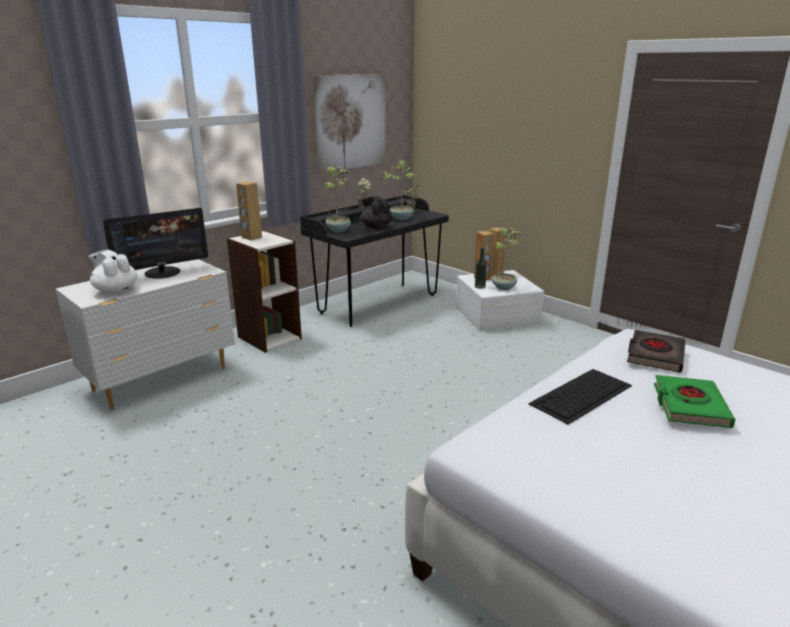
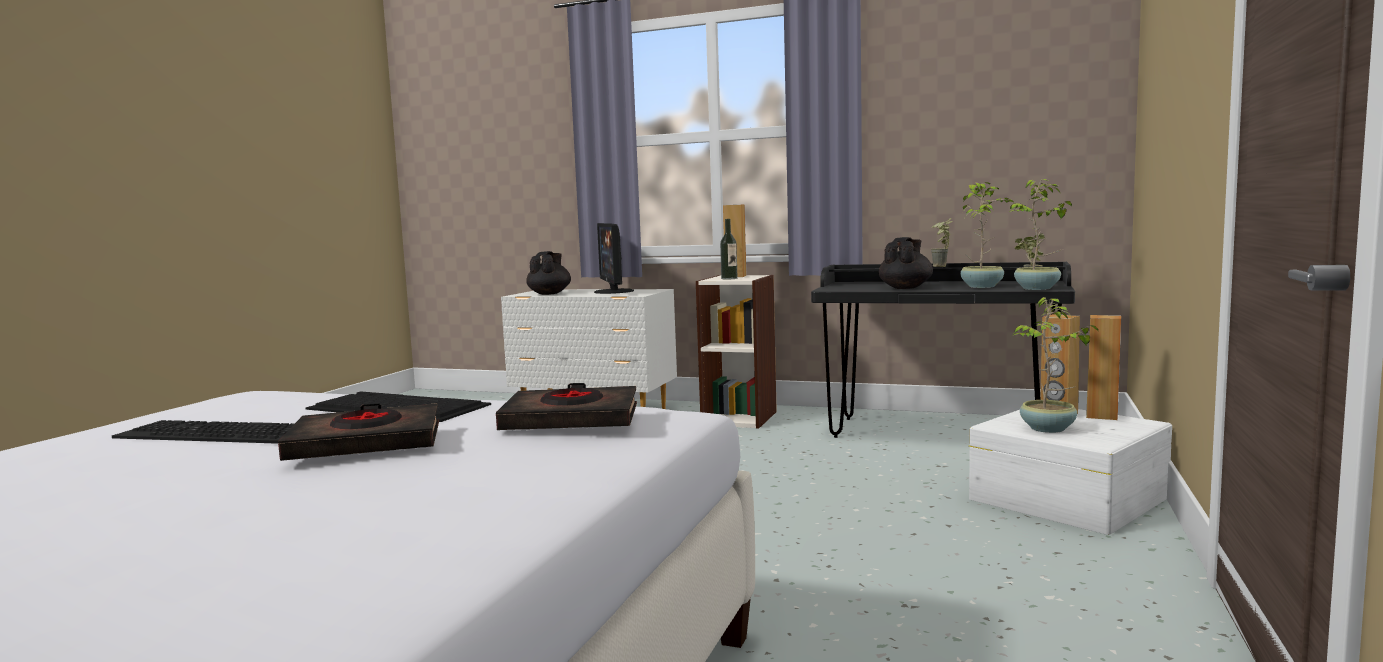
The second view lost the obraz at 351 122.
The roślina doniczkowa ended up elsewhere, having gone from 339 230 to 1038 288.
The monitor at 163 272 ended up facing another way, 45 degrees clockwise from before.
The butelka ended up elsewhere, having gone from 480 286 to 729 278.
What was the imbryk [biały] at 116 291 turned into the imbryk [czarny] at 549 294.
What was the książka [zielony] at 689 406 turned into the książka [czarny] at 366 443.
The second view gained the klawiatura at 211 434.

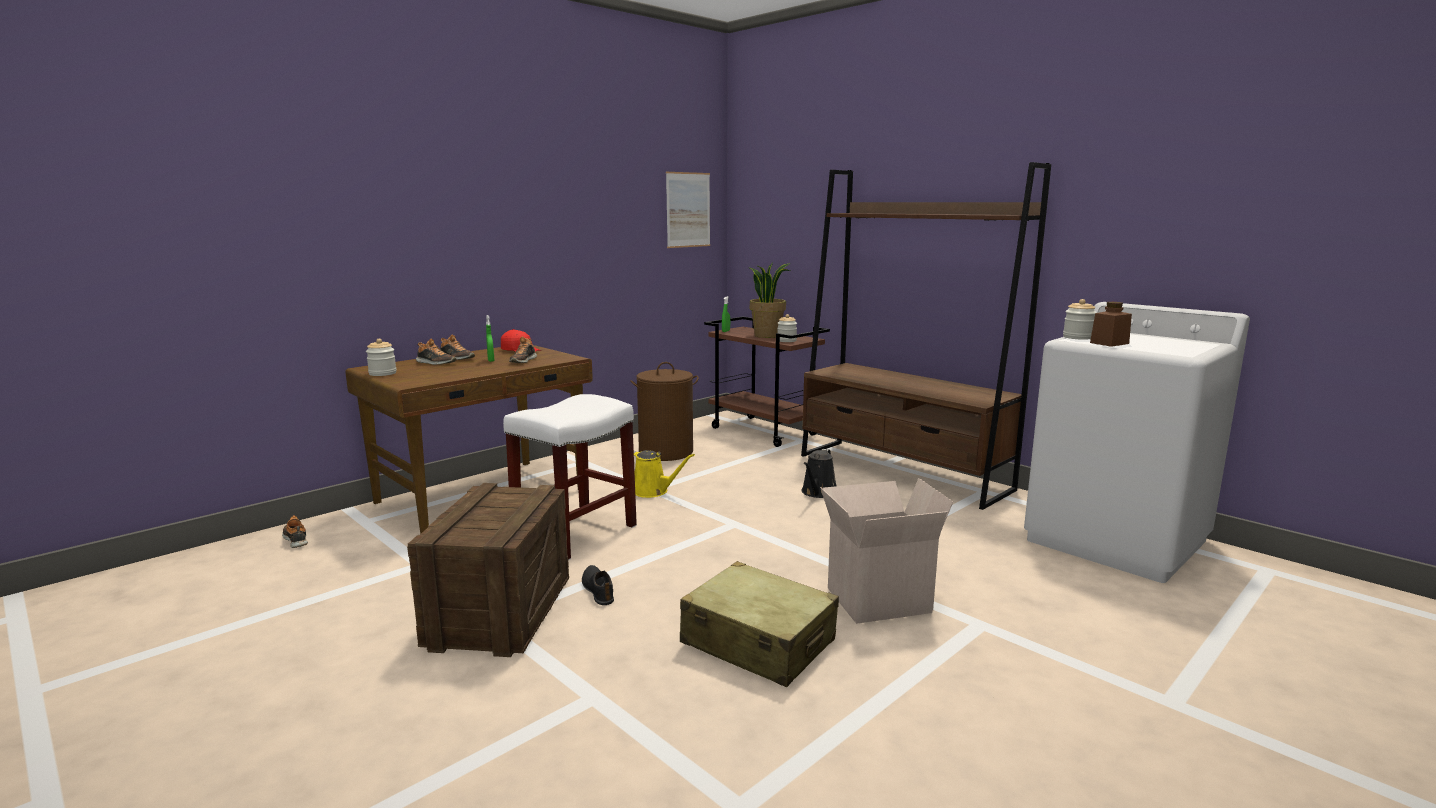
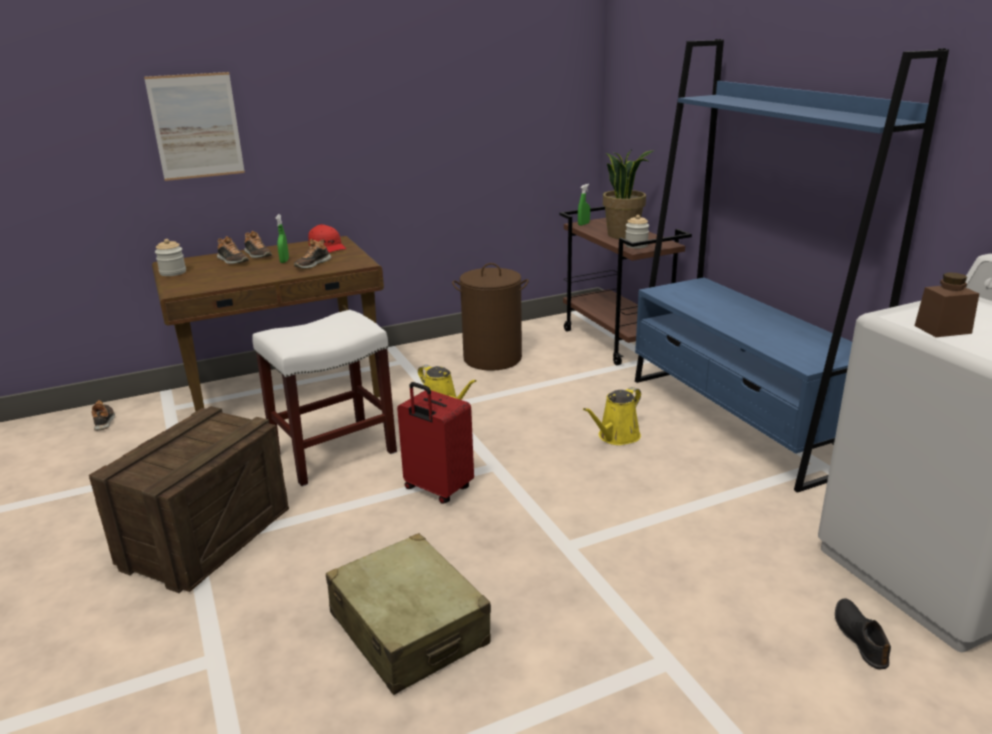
What was the regał [brązowy] at 902 472 turned into the regał [niebieski] at 737 421.
The obraz ended up elsewhere, having gone from 688 210 to 196 126.
The second view lost the słoik at 1077 337.
What was the konewka [czarny] at 818 492 turned into the konewka [żółty] at 616 437.
The second view lost the karton at 878 598.
The but [czarny] ended up elsewhere, having gone from 598 589 to 860 637.
The second view gained the walizka [czerwony] at 437 489.

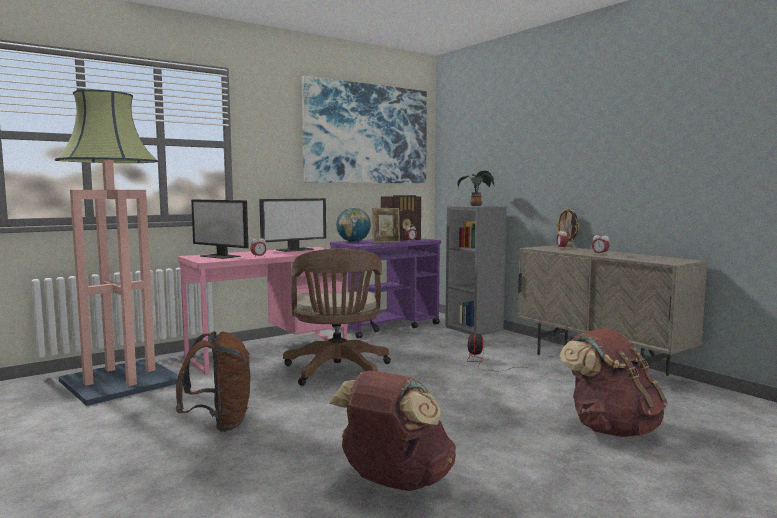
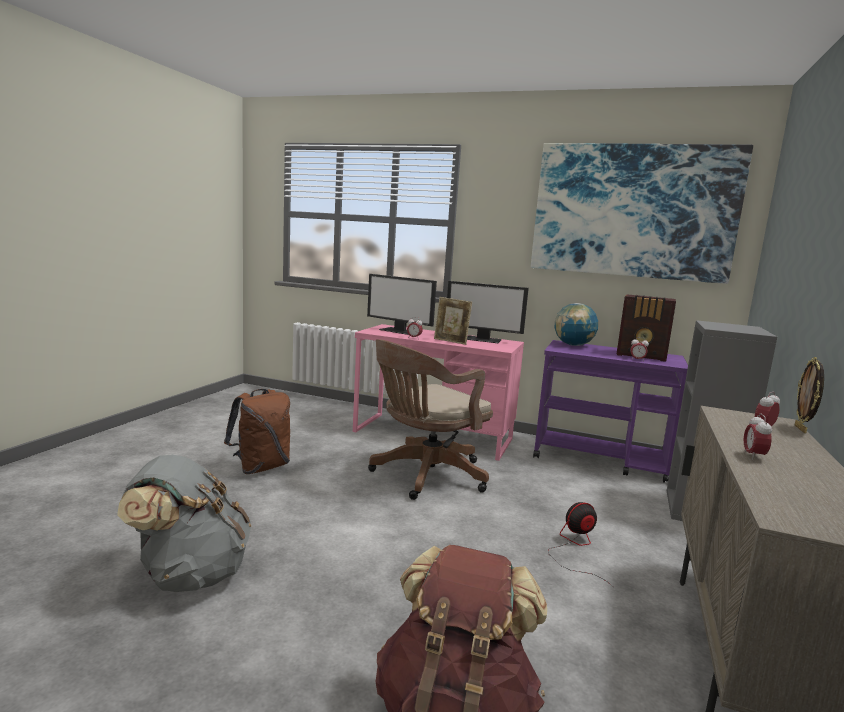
The second view lost the lampa stojąca at 121 381.
The second view lost the roślina doniczkowa at 476 206.
The monitor at 221 256 ended up facing another way, 60 degrees counterclockwise from before.
The ramka na zdjęcie ended up elsewhere, having gone from 386 242 to 451 341.
What was the plecak [brązowy] at 394 482 turned into the plecak [szary] at 190 574.

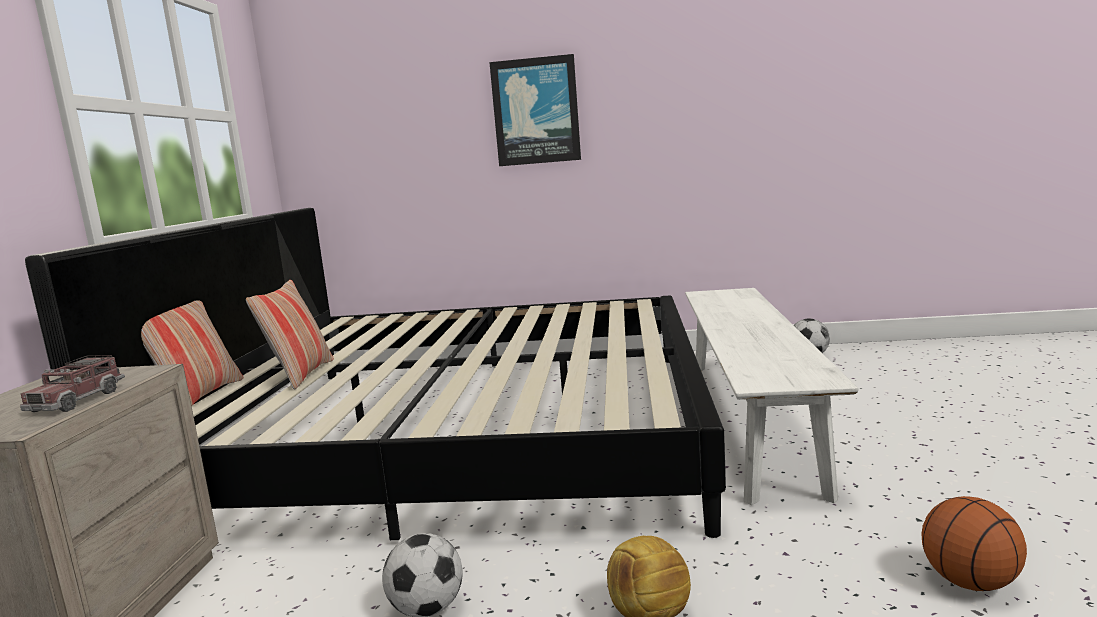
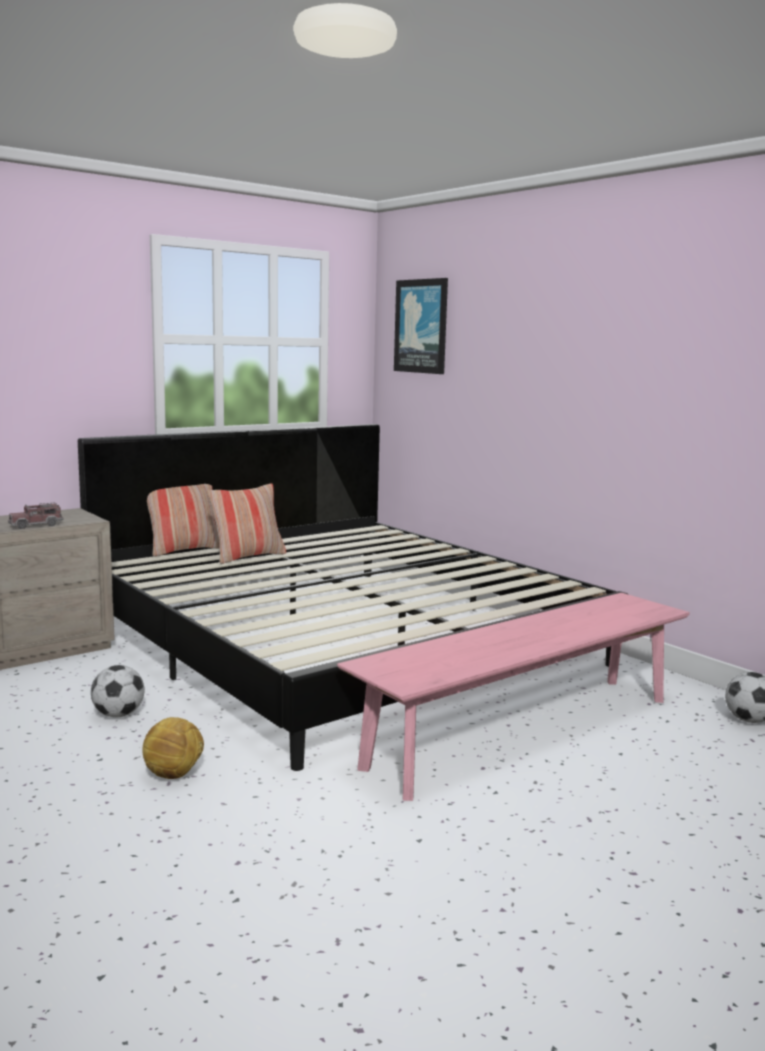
The obraz ended up elsewhere, having gone from 536 111 to 421 326.
What was the ławka [biały] at 749 419 turned into the ławka [różowy] at 525 731.
The second view lost the piłka do koszykówki at 970 582.

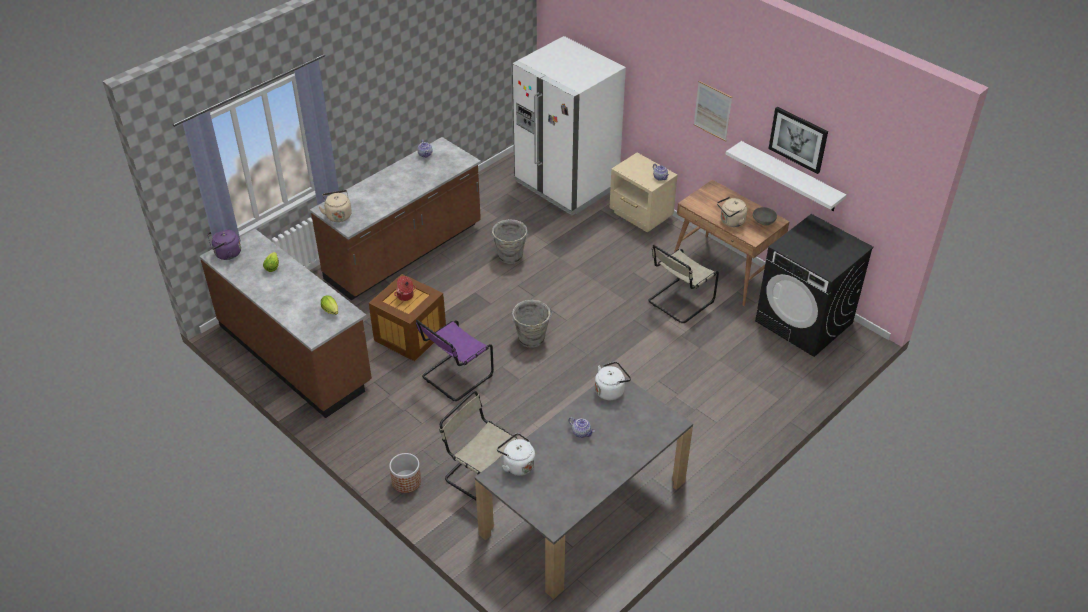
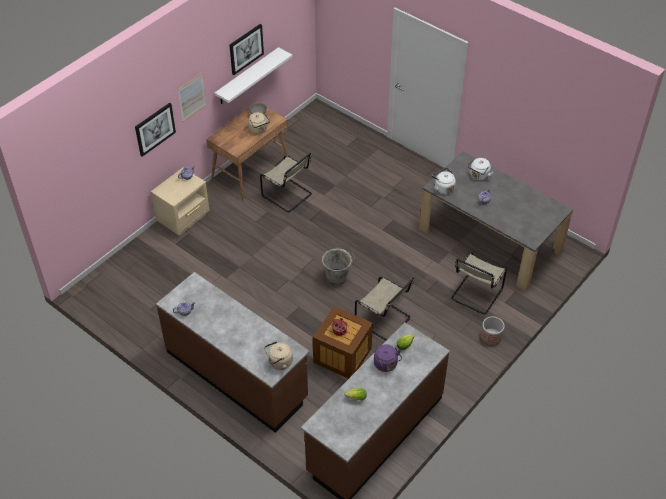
The second view lost the lodówka [biały] at 566 185.
The second view lost the pralka [czarny] at 804 322.
The second view lost the wiadro [szary] at 510 257.
The czajnik [fioletowy] ended up elsewhere, having gone from 226 254 to 386 365.
What was the krzesło [fioletowy] at 455 377 turned into the krzesło [beżowy] at 384 320.
The czajnik [biały] ended up elsewhere, having gone from 517 465 to 479 176.
The second view gained the obraz at 155 129.

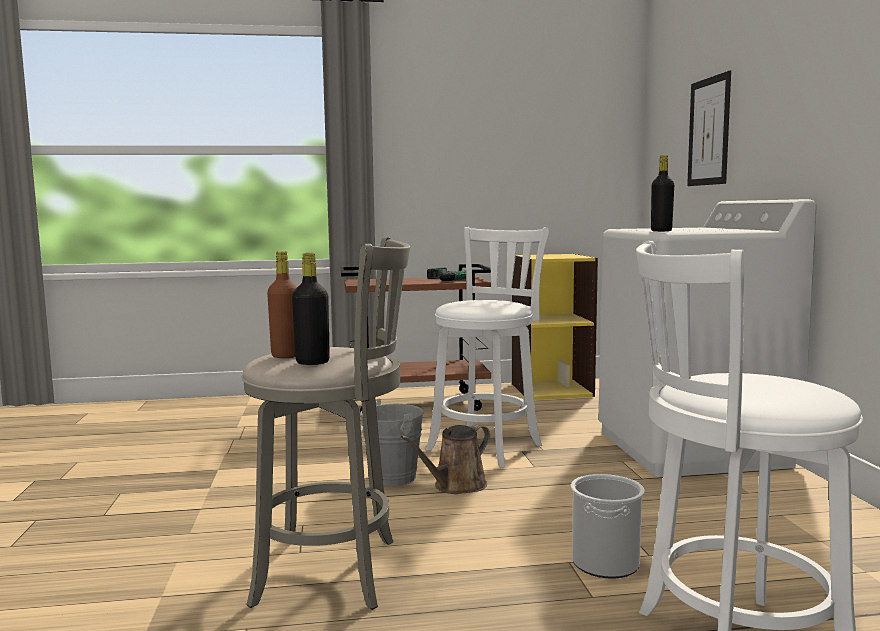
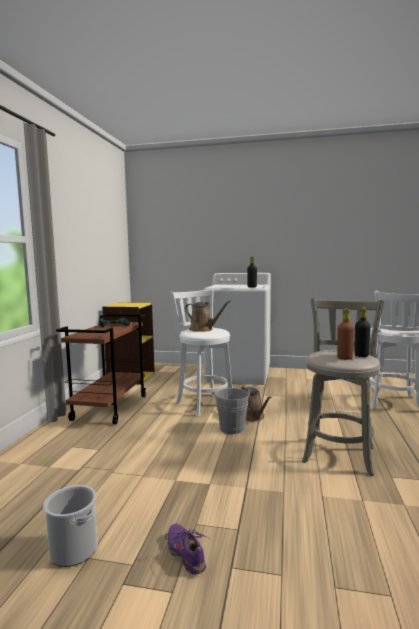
The second view lost the obraz at 709 131.
The wiadro ended up elsewhere, having gone from 605 563 to 74 550.
The second view gained the konewka [brązowy] at 203 329.
The second view gained the but [fioletowy] at 186 553.

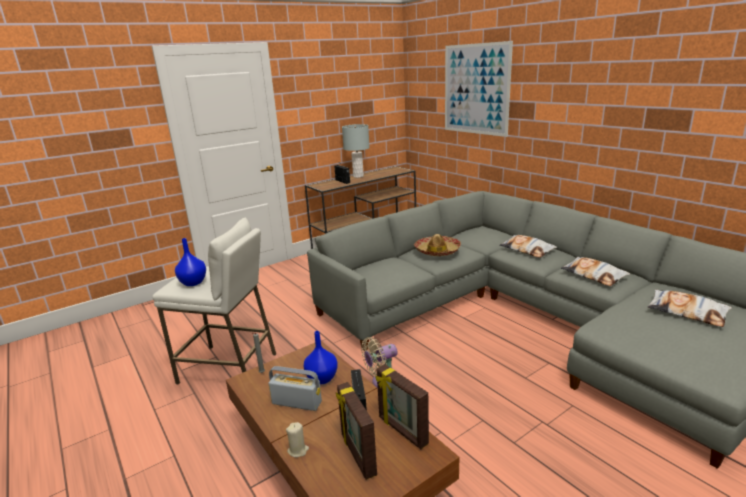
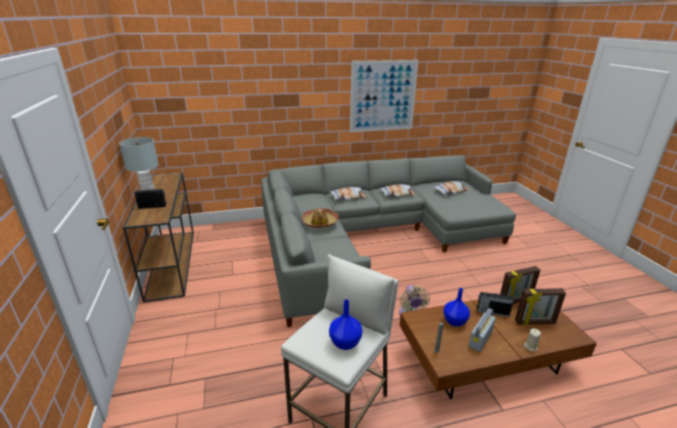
The obraz ended up elsewhere, having gone from 475 89 to 383 96.

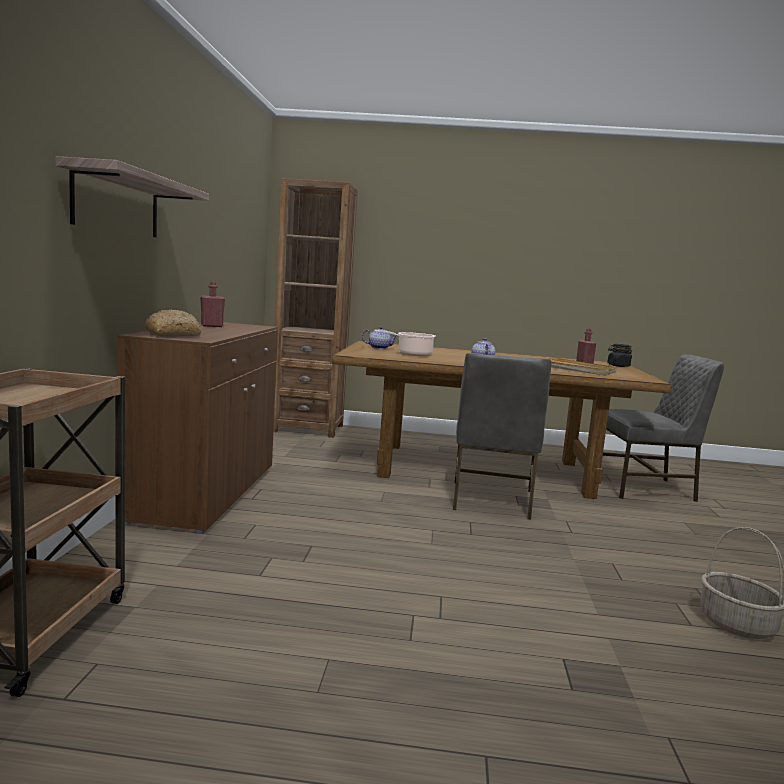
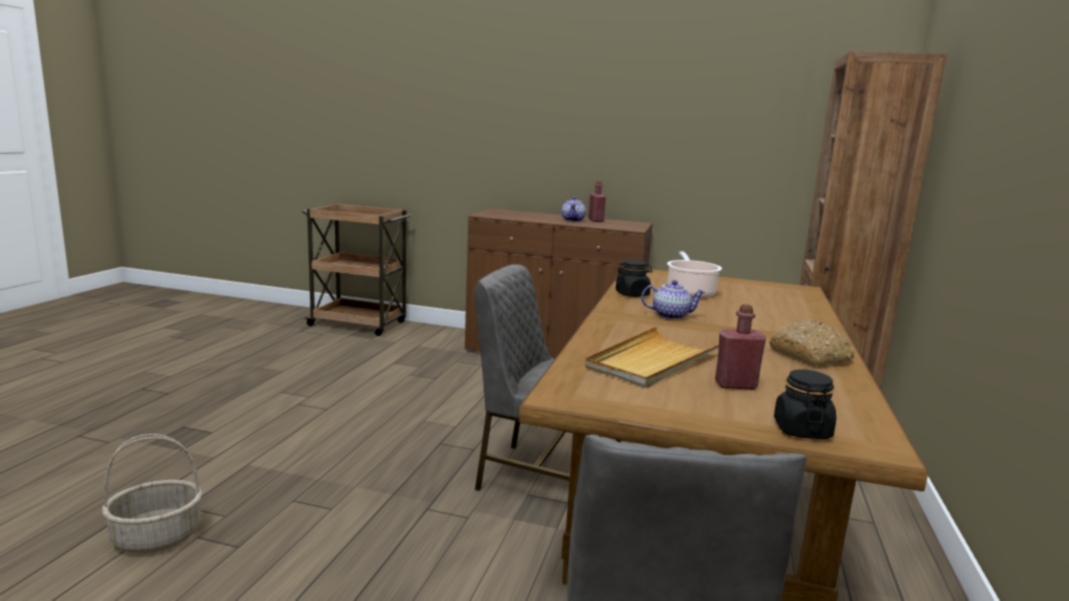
The second view lost the półka at 117 204.
The chleb ended up elsewhere, having gone from 173 335 to 810 356.
The imbryk ended up elsewhere, having gone from 379 348 to 573 220.
The second view gained the słoik [czarny] at 632 294.

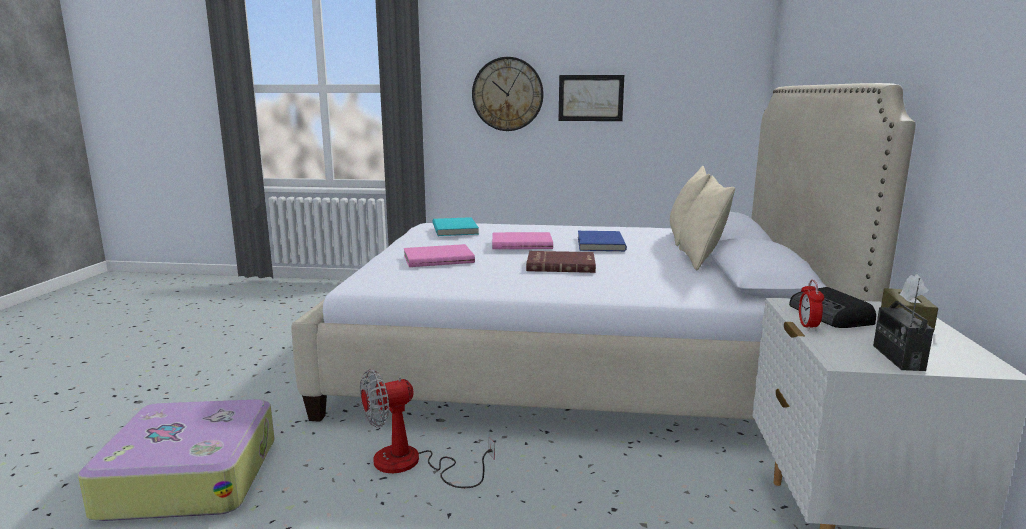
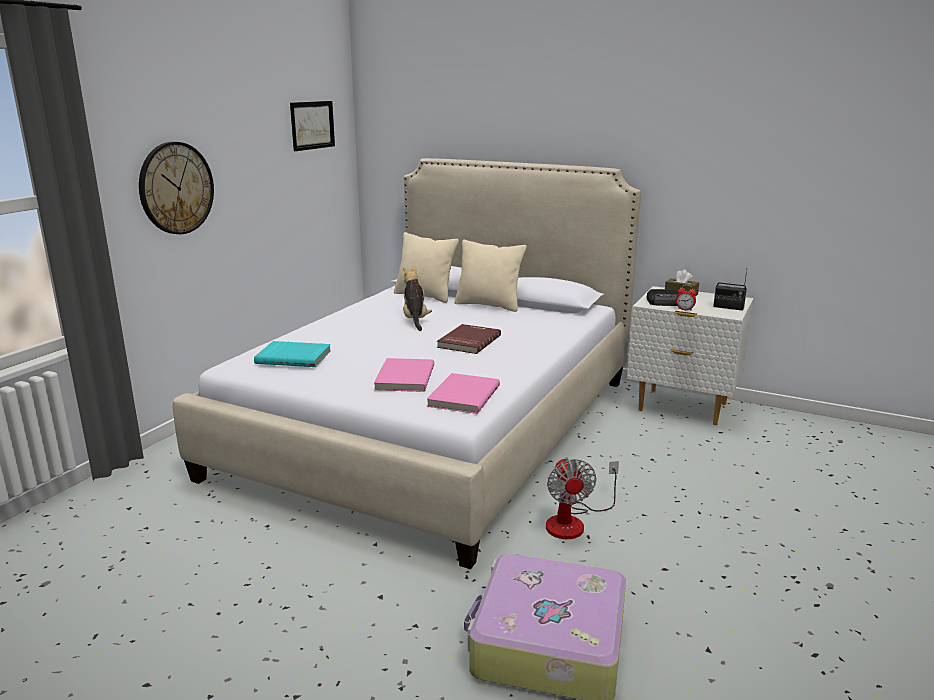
The obraz ended up elsewhere, having gone from 590 98 to 312 125.
Where the książka [niebieski] stood at 599 244, the pluszak came to stand at 415 320.
The książka [różowy] ended up elsewhere, having gone from 521 243 to 462 396.

